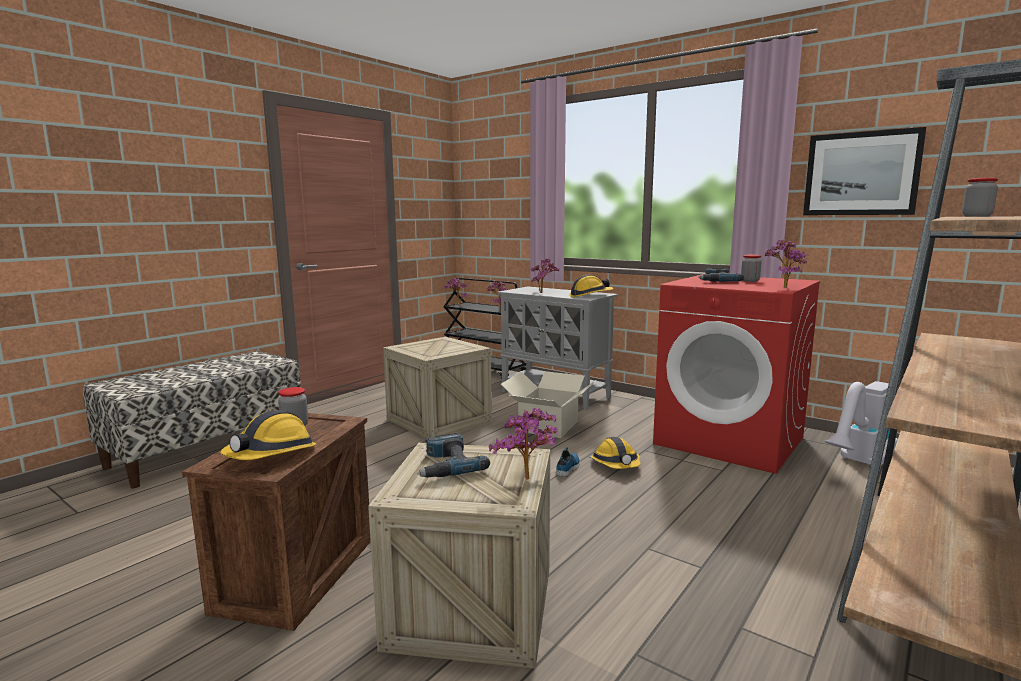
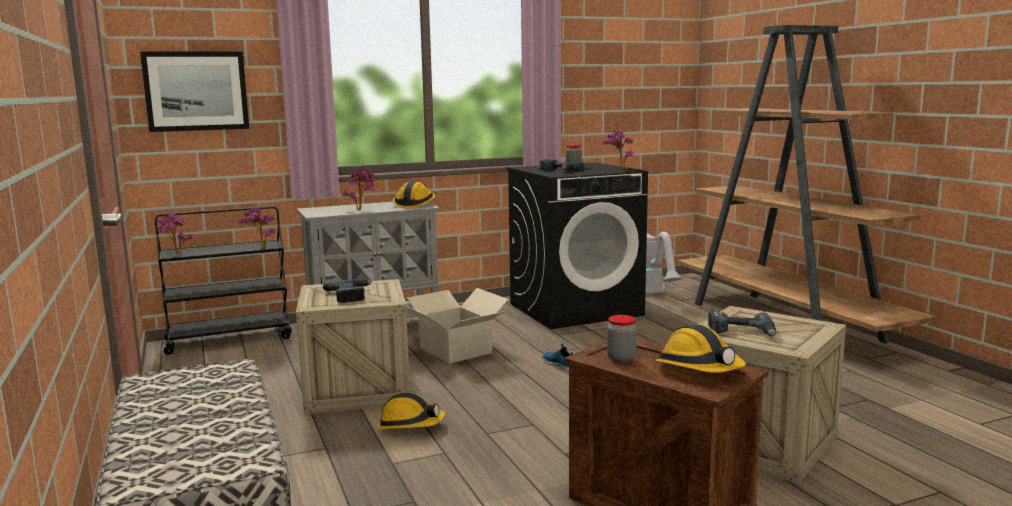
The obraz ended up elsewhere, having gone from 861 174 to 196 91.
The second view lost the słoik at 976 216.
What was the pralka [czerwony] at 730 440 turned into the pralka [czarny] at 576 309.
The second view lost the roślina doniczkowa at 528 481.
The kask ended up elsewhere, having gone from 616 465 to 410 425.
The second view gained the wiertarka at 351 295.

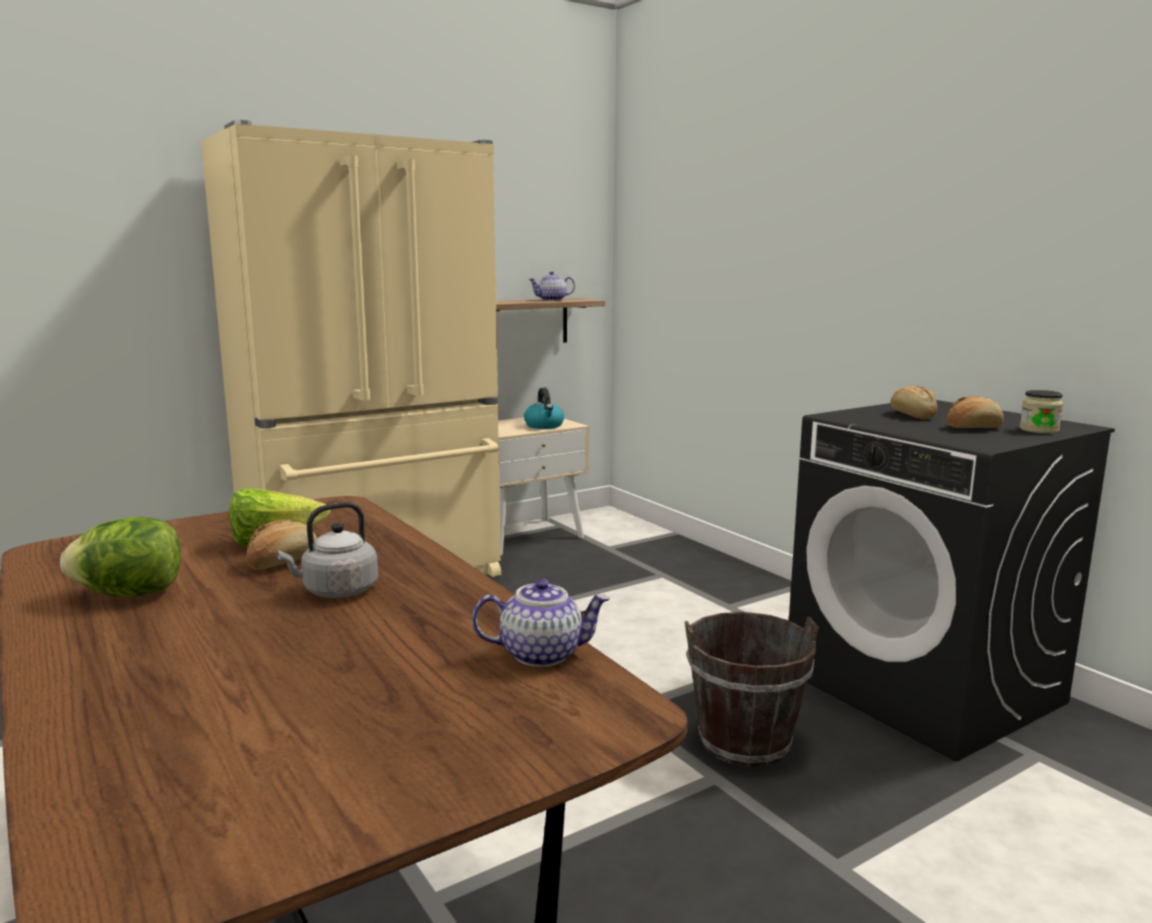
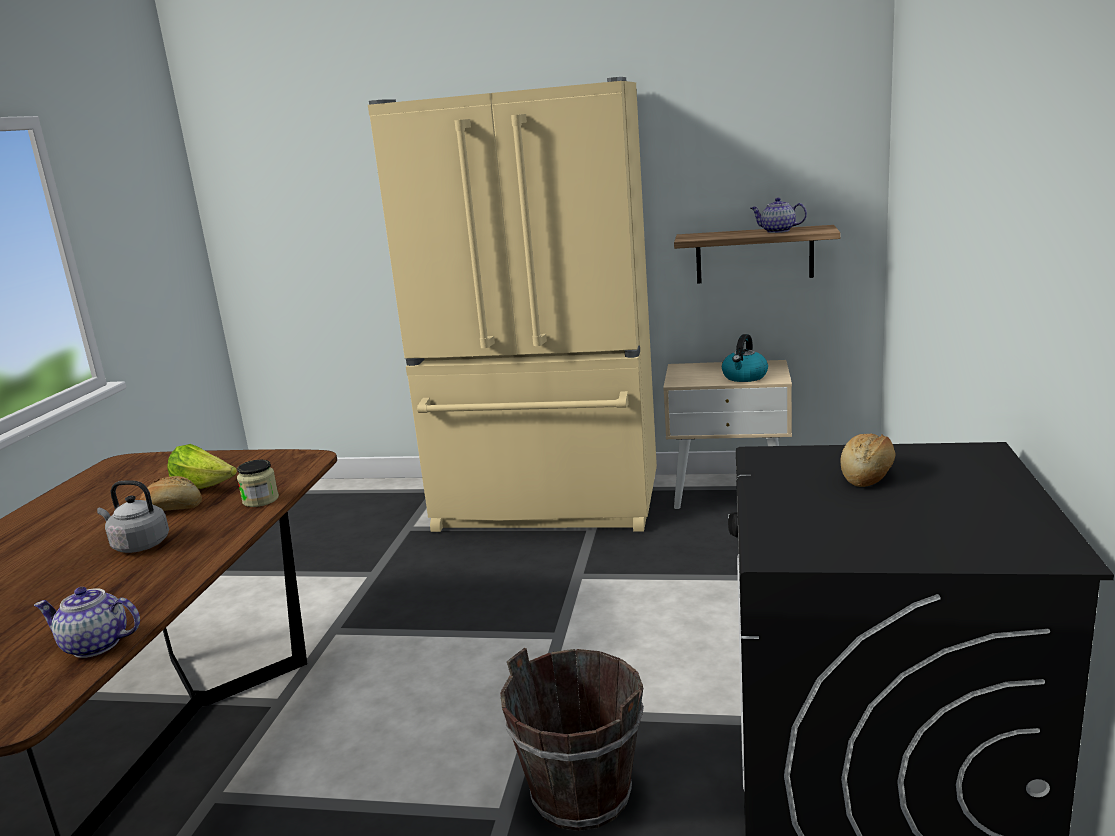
The słoik ended up elsewhere, having gone from 1039 430 to 260 500.
The second view lost the chleb at 973 428.
The second view lost the sałata at 130 594.
The imbryk at 542 654 ended up facing another way, 150 degrees clockwise from before.

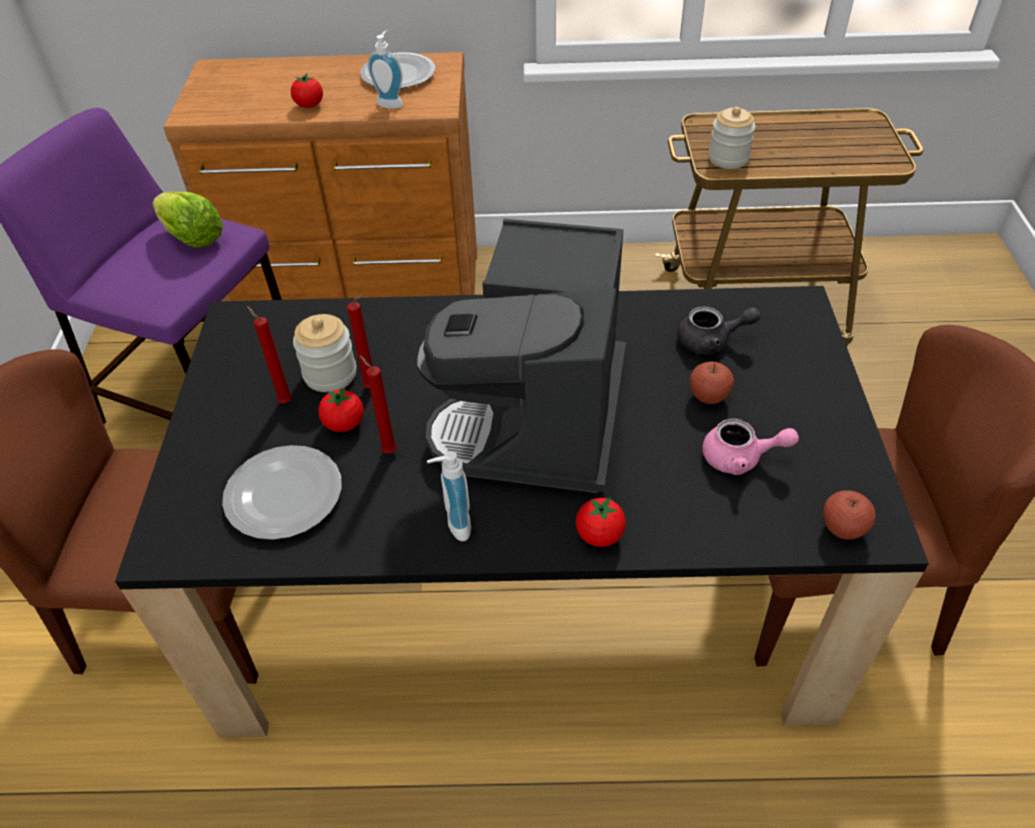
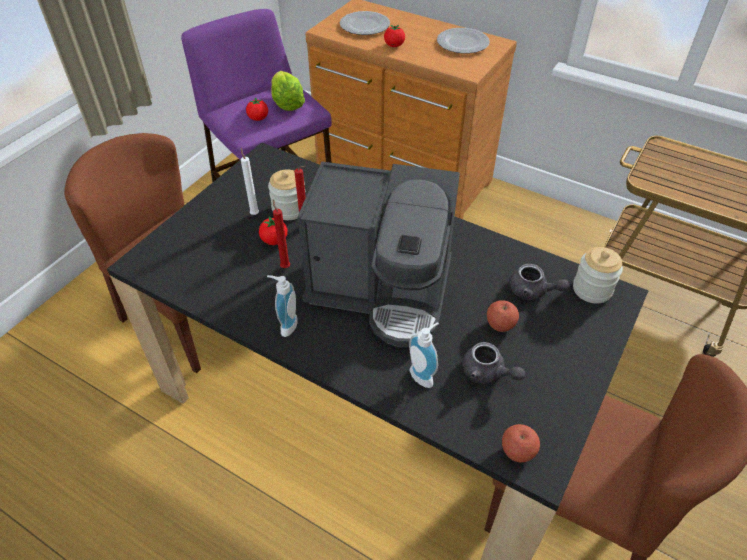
The dozownik mydła ended up elsewhere, having gone from 391 103 to 424 375.
The słoik ended up elsewhere, having gone from 728 158 to 592 289.
The ekspres do kawy at 540 421 ended up facing another way, 120 degrees counterclockwise from before.
What was the świeca [czerwony] at 284 401 turned into the świeca [biały] at 254 213.
What was the imbryk [różowy] at 740 458 turned into the imbryk [szary] at 487 373.
The talerz ended up elsewhere, having gone from 282 495 to 364 25.
The pomidor ended up elsewhere, having gone from 599 535 to 258 118.

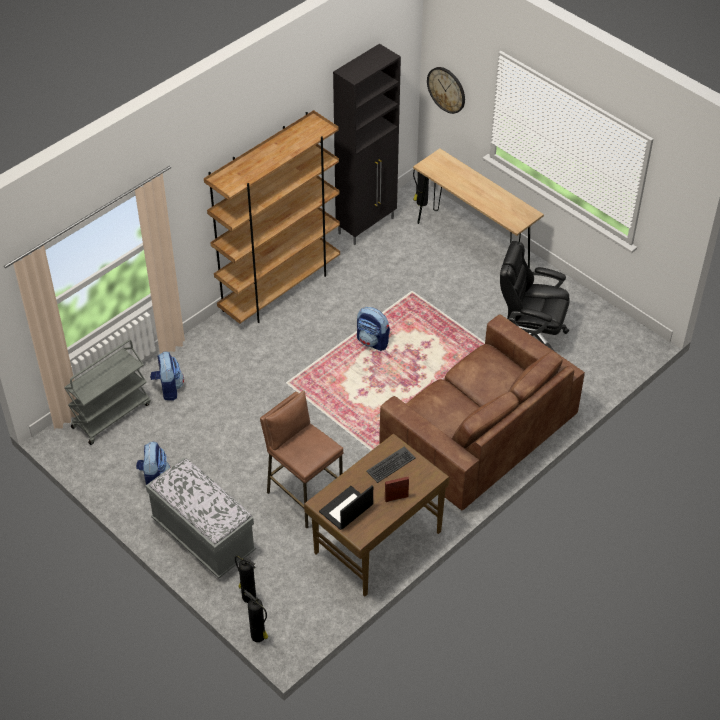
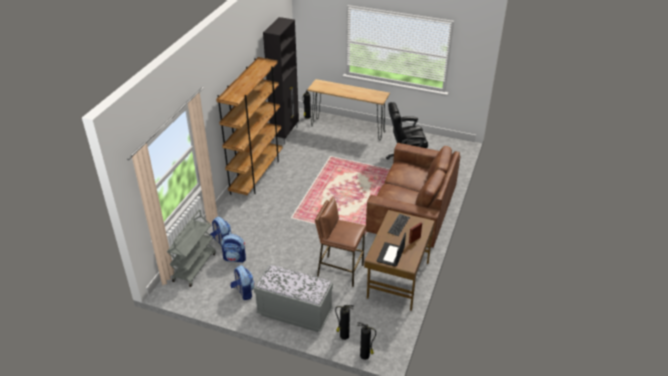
The second view lost the zegar ścienny at 446 89.
The plecak ended up elsewhere, having gone from 373 341 to 235 258.

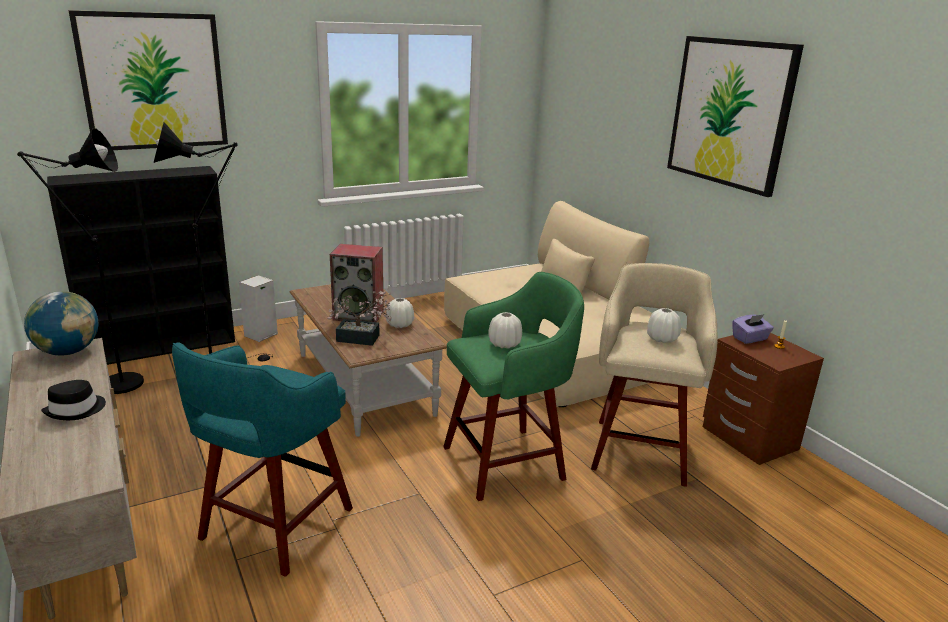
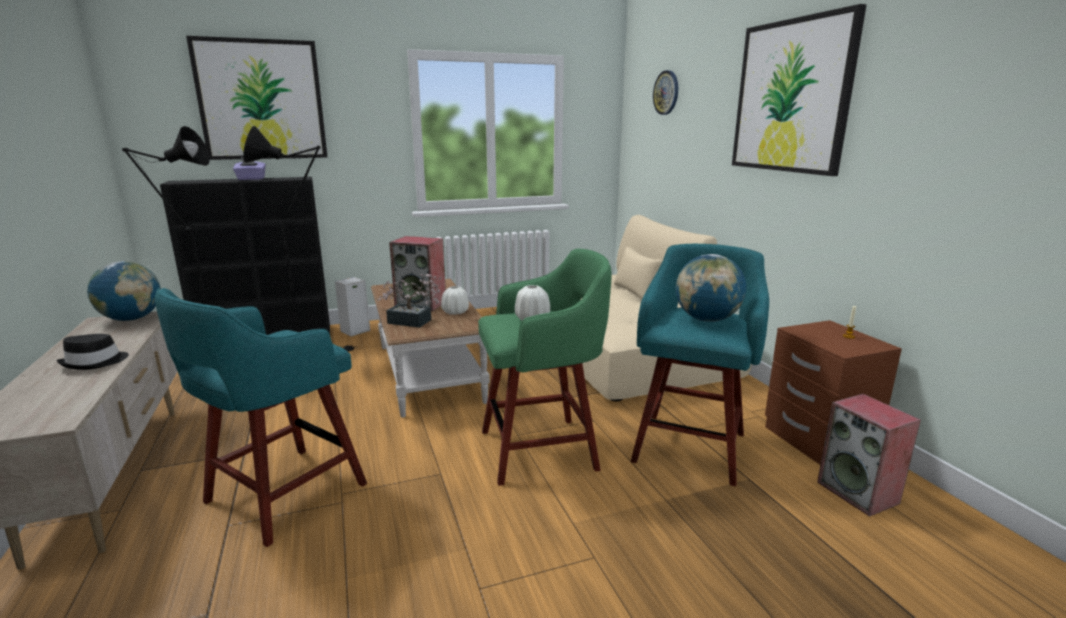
What was the stołek [beżowy] at 640 449 turned into the stołek [turkusowy] at 690 445.
Where the wazon [biały] stood at 662 339, the globus came to stand at 707 319.
The pudełko chusteczek [fioletowy] ended up elsewhere, having gone from 750 339 to 251 179.
The second view gained the zegar ścienny at 666 92.
The second view gained the głośnik at 859 493.

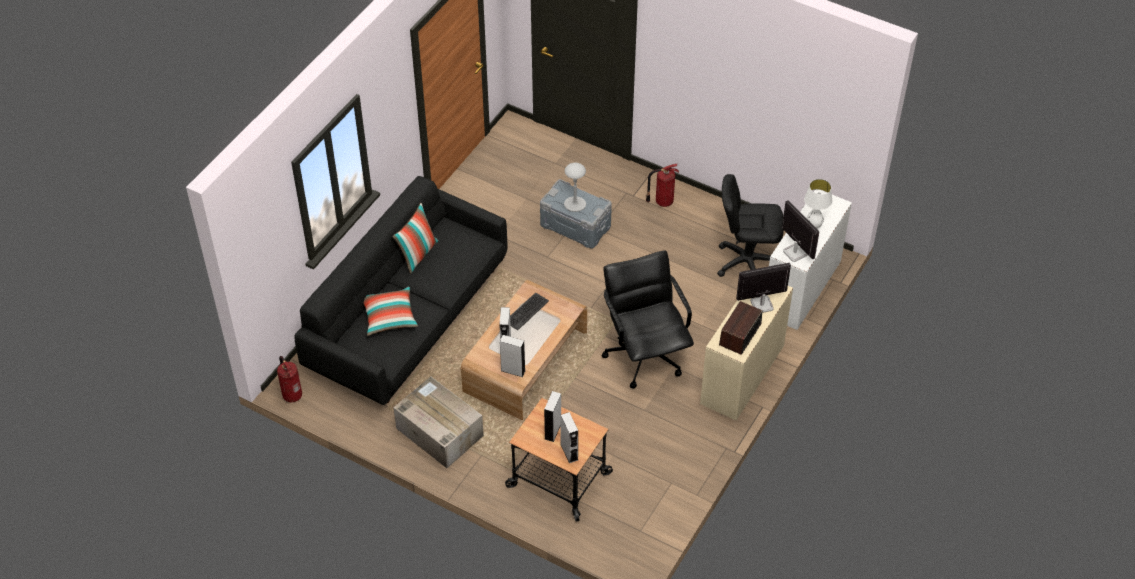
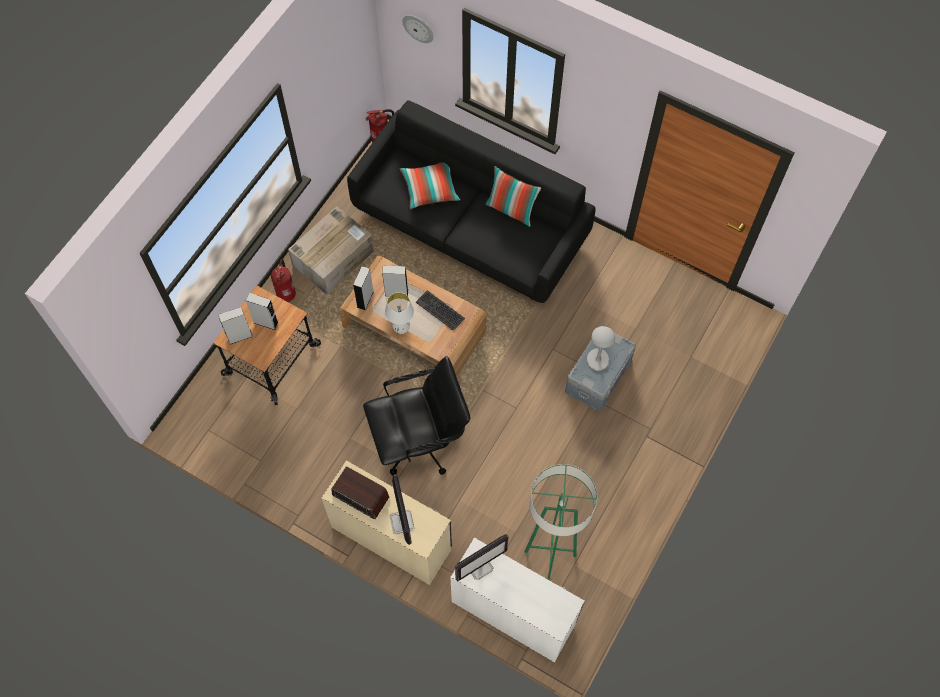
The gaśnica ended up elsewhere, having gone from 662 201 to 287 293.
Where the krzesło biurowe [czarny] stood at 746 262, the lampa stojąca [zielony] came to stand at 550 554.
The lampa stołowa [biały] ended up elsewhere, having gone from 813 226 to 401 329.
The second view gained the zegar ścienny at 418 28.

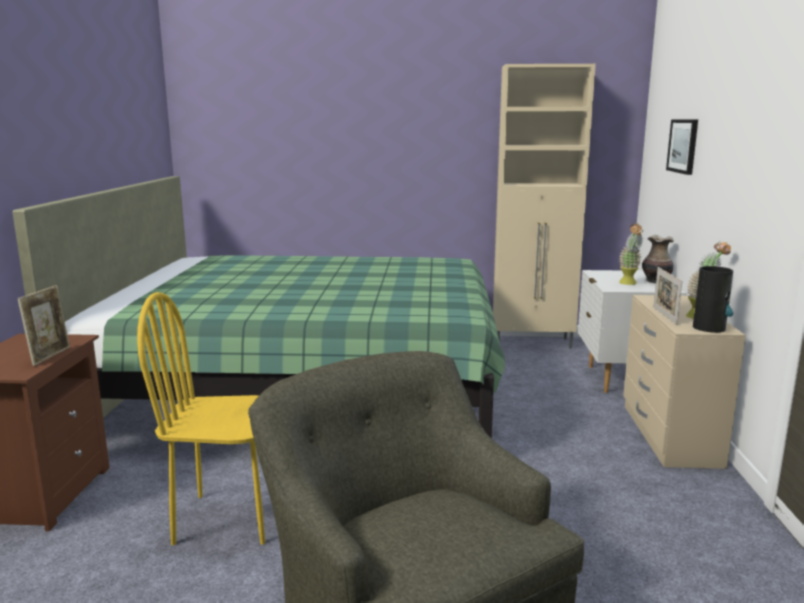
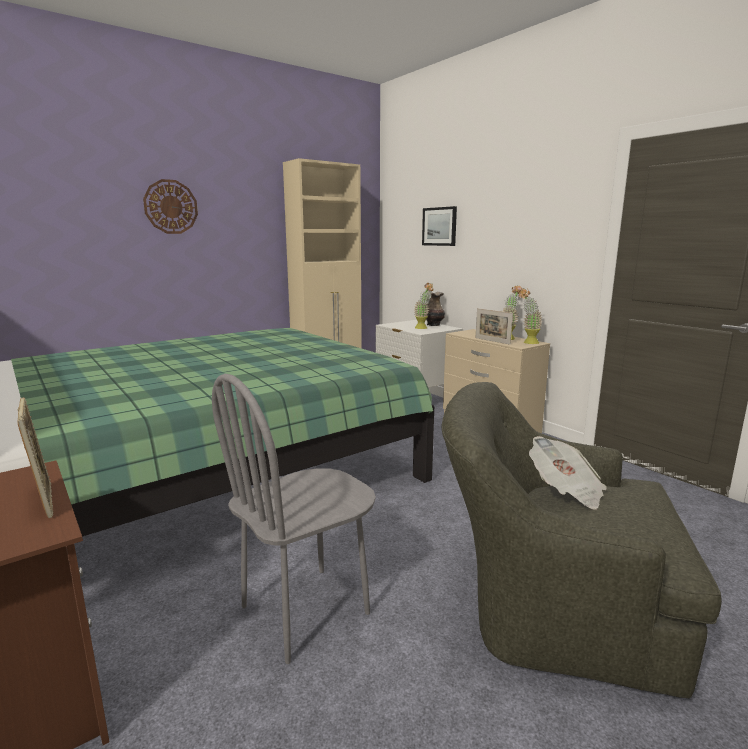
Where the wazon stood at 709 328, the roślina doniczkowa came to stand at 527 343.
What was the krzesło [żółty] at 229 519 turned into the krzesło [szary] at 305 610.
The second view gained the zegar ścienny at 171 207.
The second view gained the gazeta at 566 490.

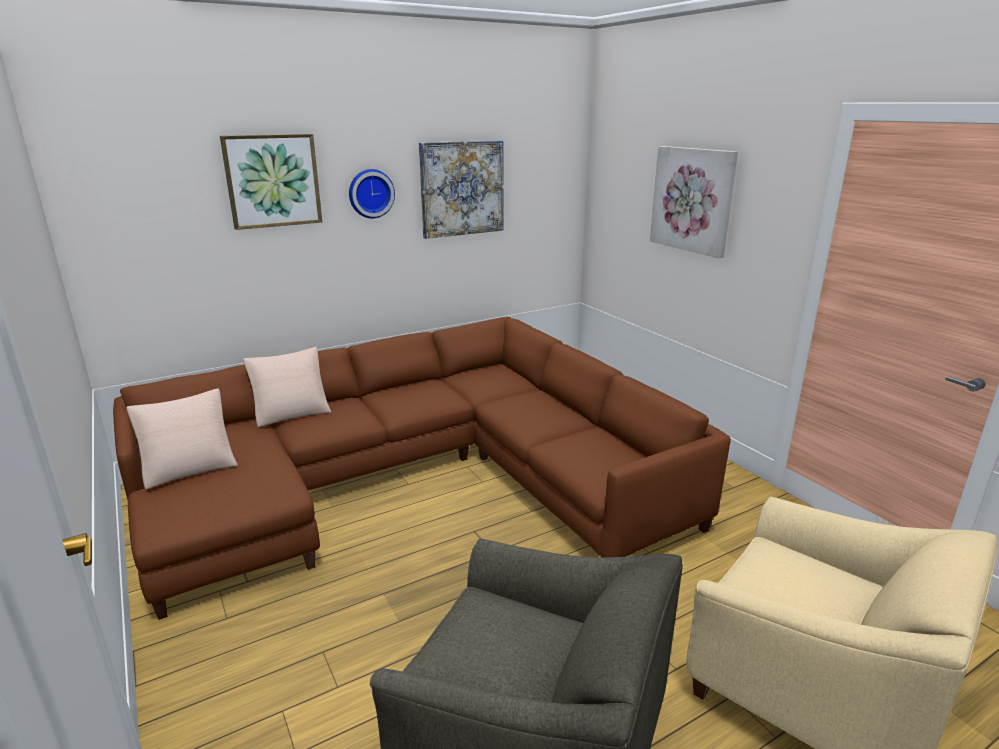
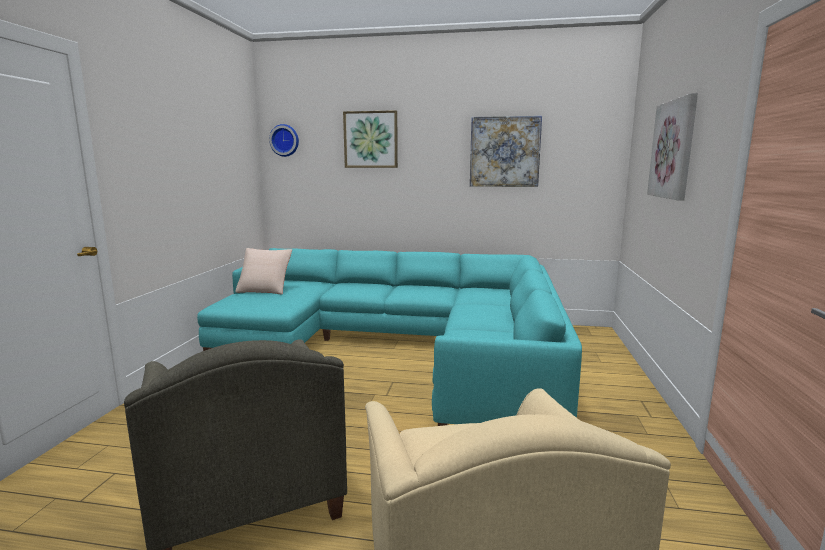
The zegar ścienny ended up elsewhere, having gone from 370 193 to 285 140.
What was the kanapa [brązowy] at 417 478 turned into the kanapa [turkusowy] at 403 347.
The second view lost the poduszka [beżowy] at 291 412.

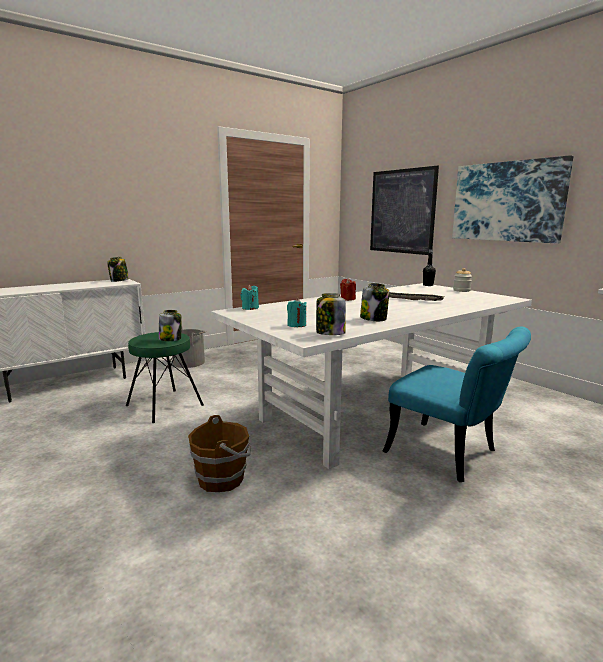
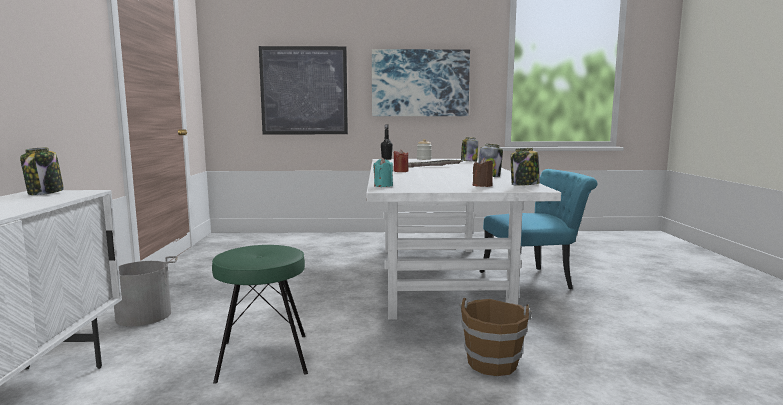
What was the świeca [turkusowy] at 296 325 turned into the świeca [brązowy] at 482 186.
The słoik ended up elsewhere, having gone from 170 339 to 468 161.

